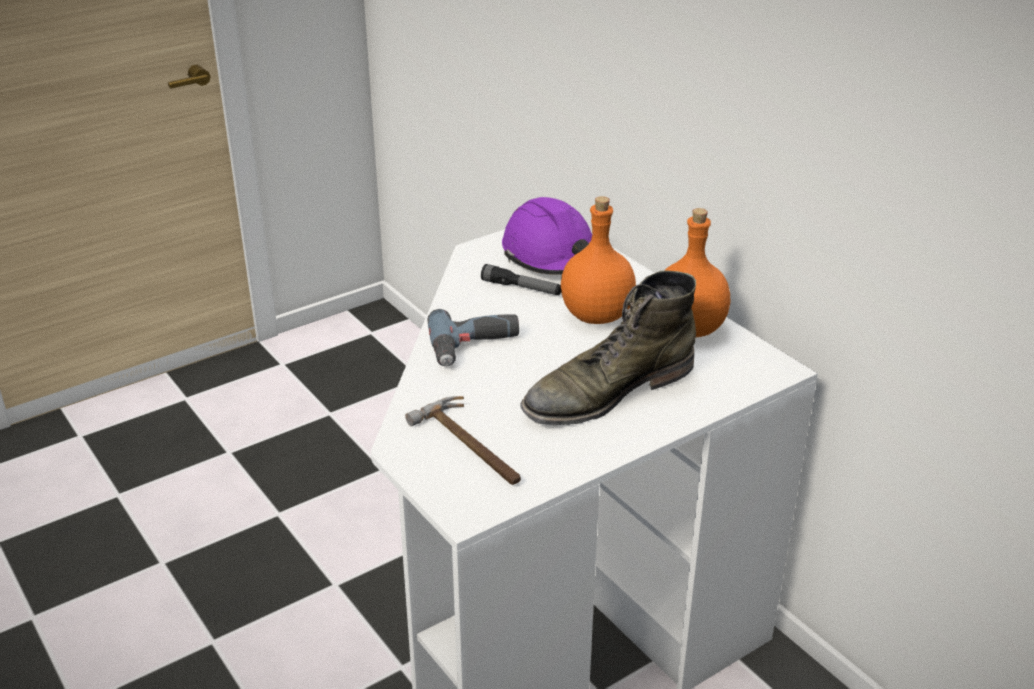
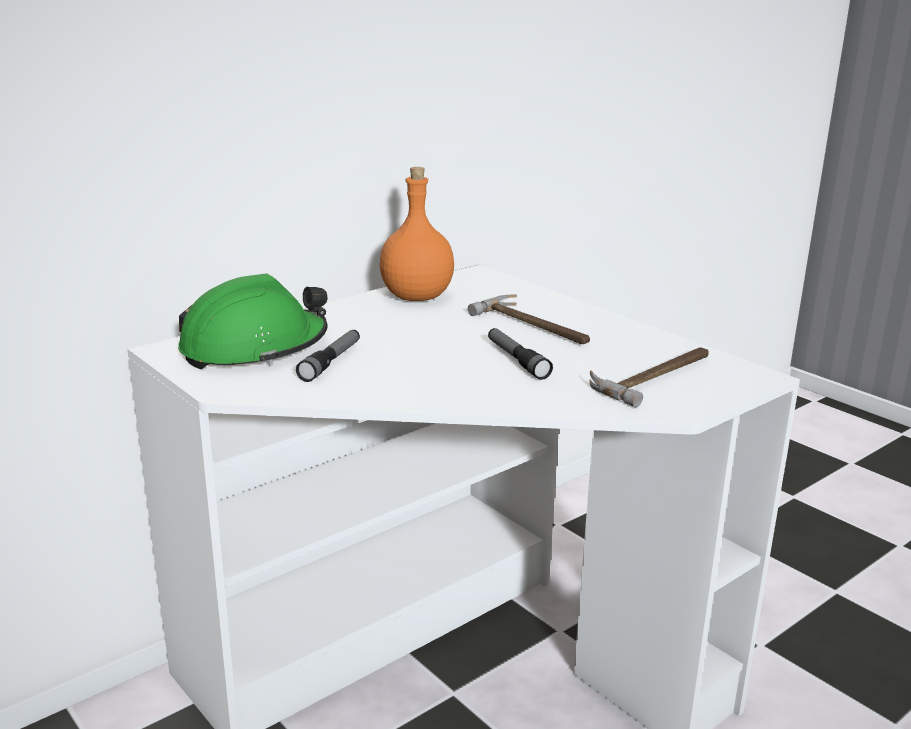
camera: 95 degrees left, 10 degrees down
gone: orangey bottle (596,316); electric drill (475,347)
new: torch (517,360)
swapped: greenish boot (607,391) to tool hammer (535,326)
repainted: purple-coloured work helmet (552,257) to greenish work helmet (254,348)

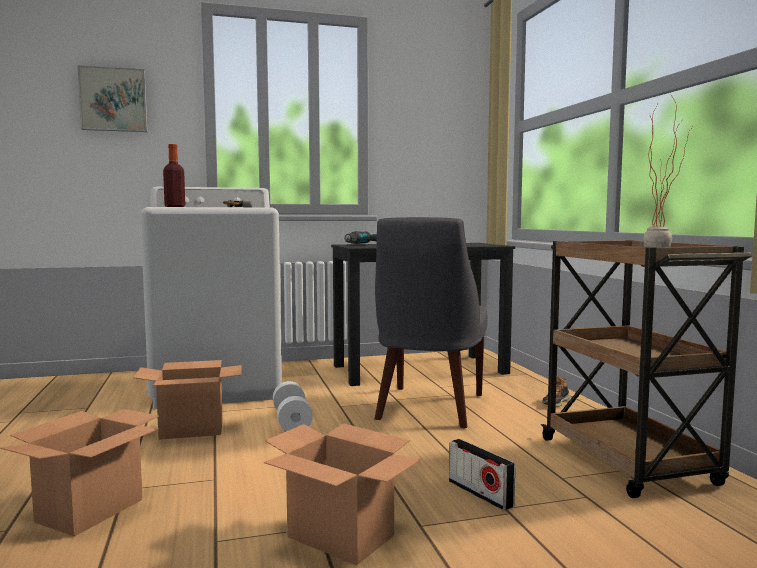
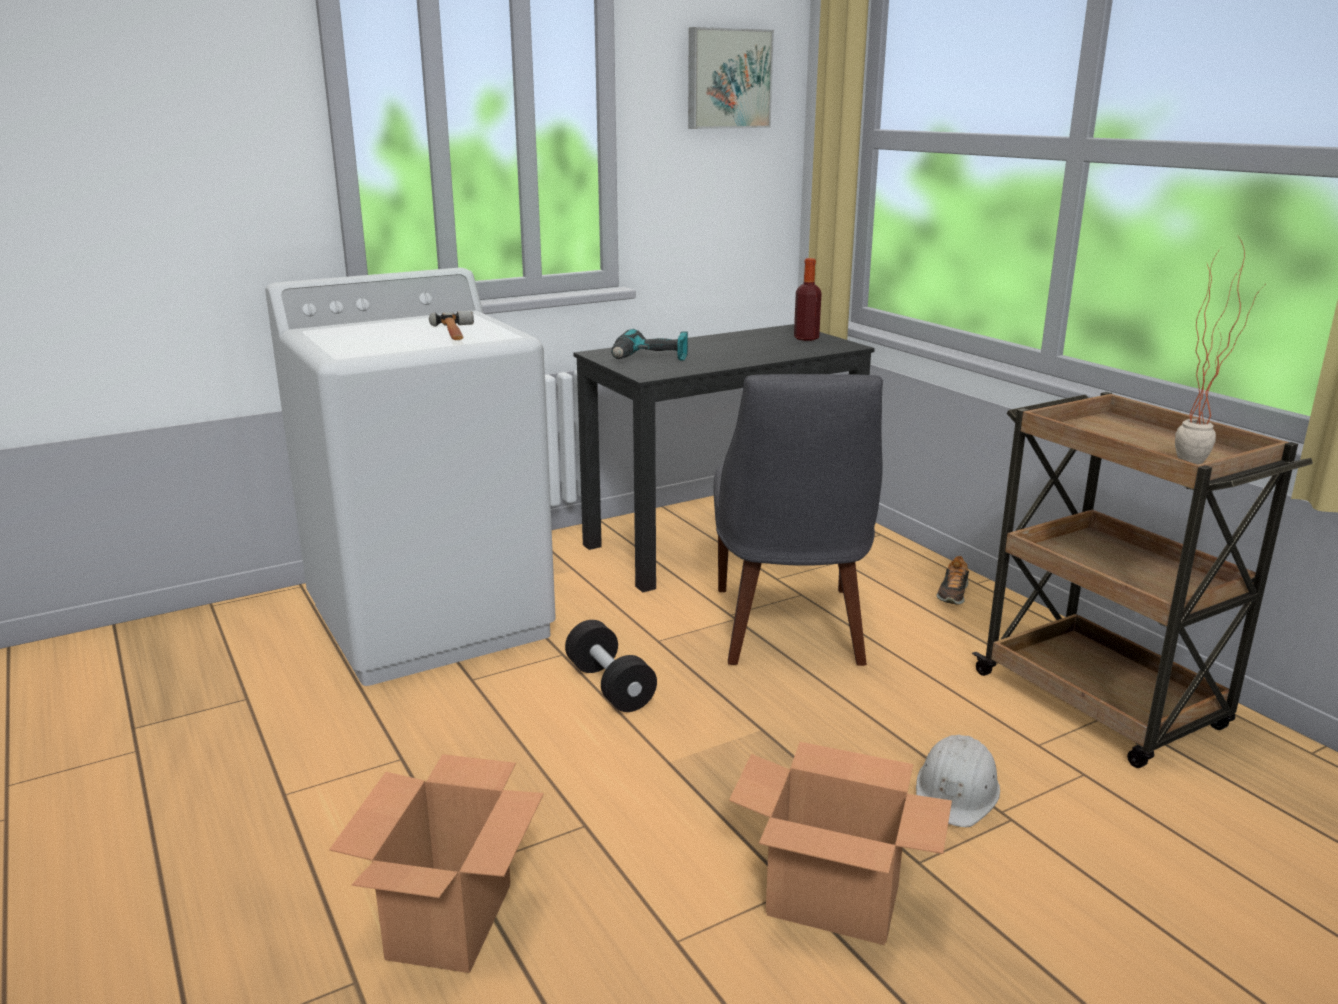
camera: 15 degrees left, 15 degrees up
gone: carton (192,429)
shifted: picture (113,100) to (727,79); bottle (175,206) to (806,338)
swapped: radio receiver (480,493) to white-coloured work helmet (957,791)
repainted: white-coloured dumbbell (292,422) to black dumbbell (610,686)

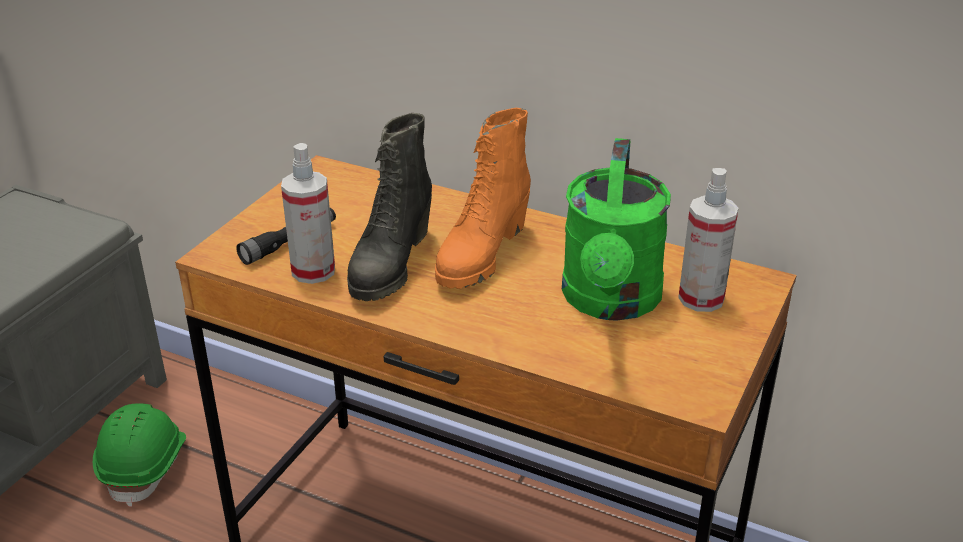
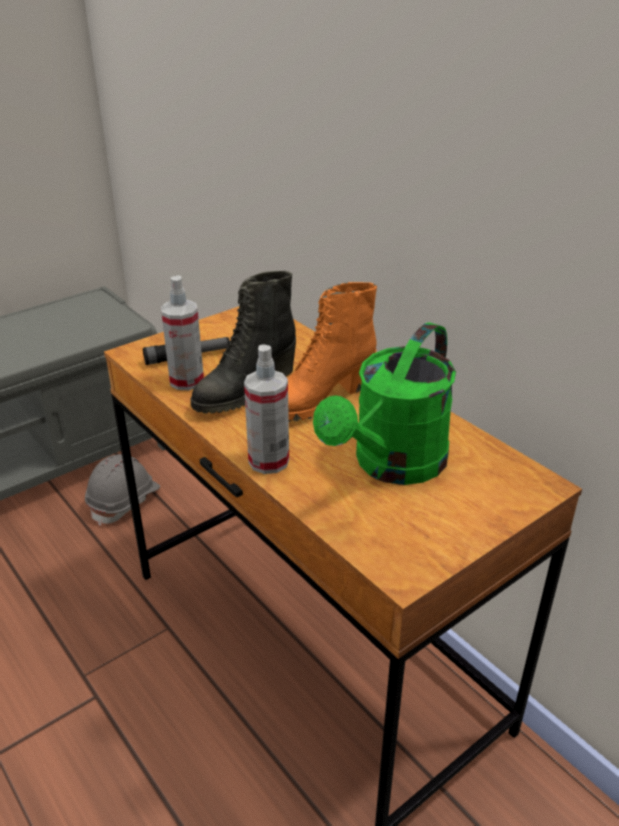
camera: 25 degrees right, 0 degrees up
shifted: sprayer (701,298) to (268,461)
repainted: greenish work helmet (145,466) to grey work helmet (124,501)

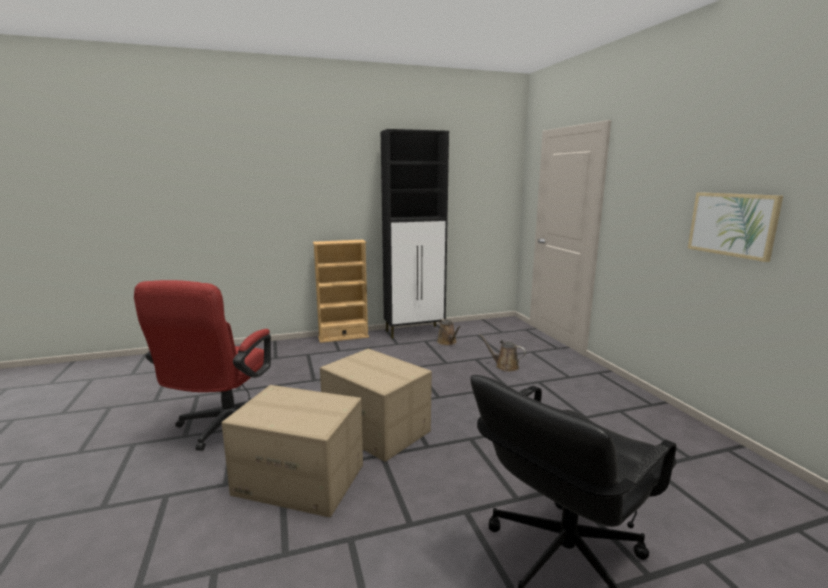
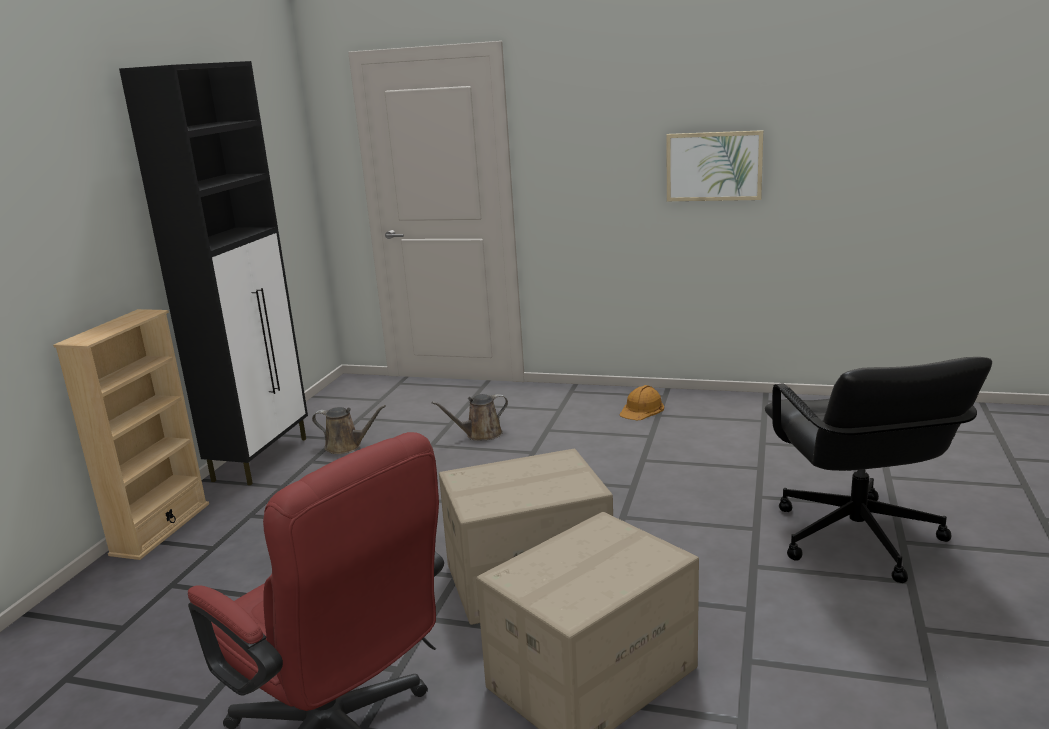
camera: 55 degrees left, 5 degrees up
new: orangey work helmet (642,409)

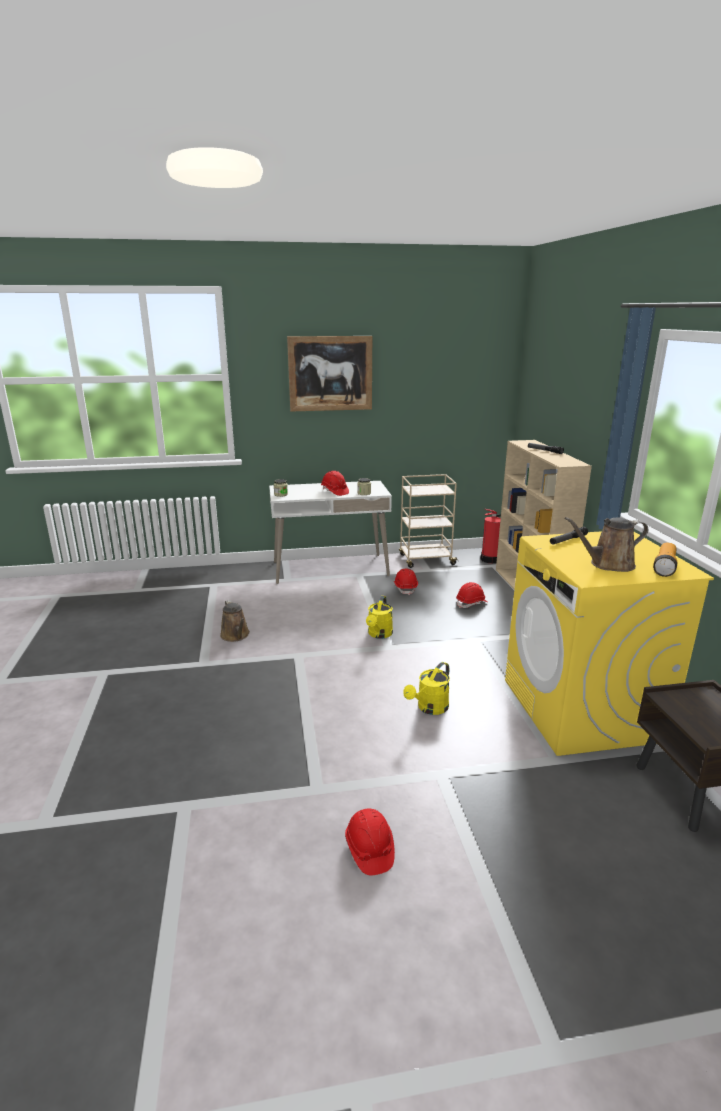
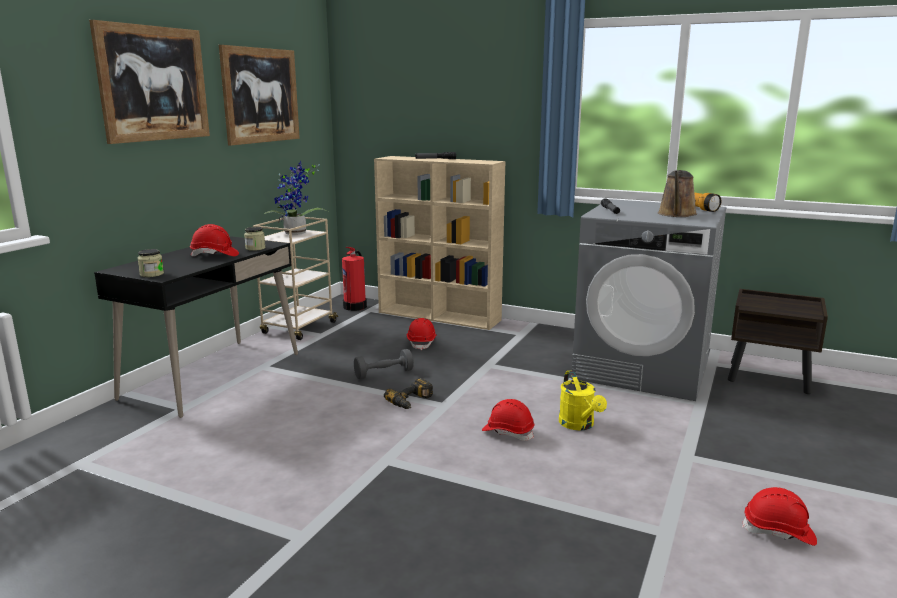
camera: 55 degrees left, 5 degrees down
gone: brown watering pot (236,636)
new: picture (261,95); houseplant (296,234); grey dumbbell (384,374)
shifted: red-coloured work helmet (405,588) to (508,432)
swapped: yellowish watering pot (379,634) to electric drill (412,401)
repainted: white-coloured desk unit (330,568) to black desk unit (213,375); yellowish laundry machine (582,710) to grey laundry machine (643,369)

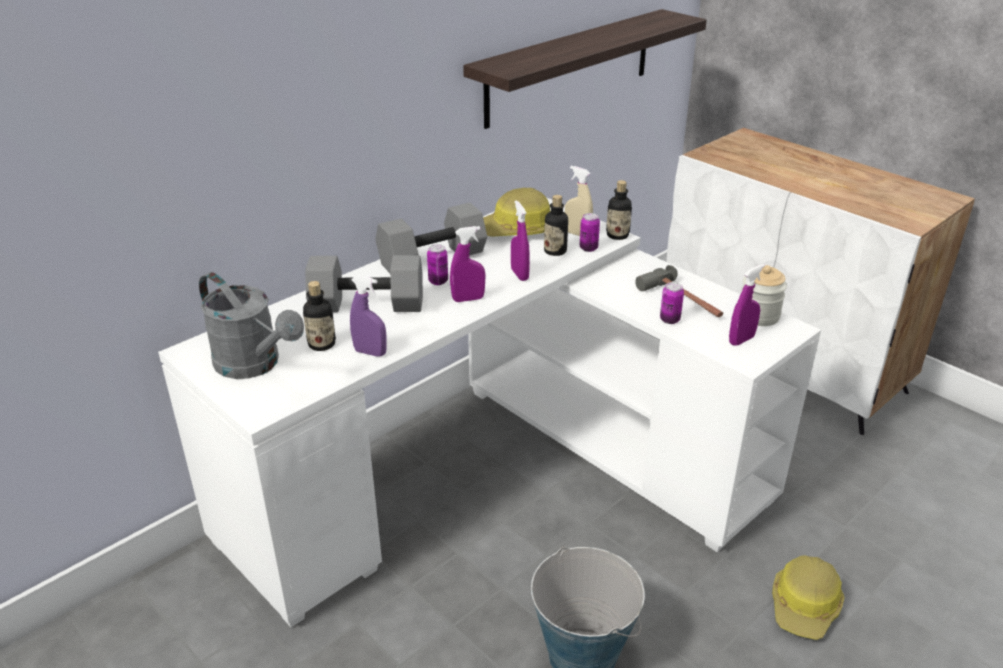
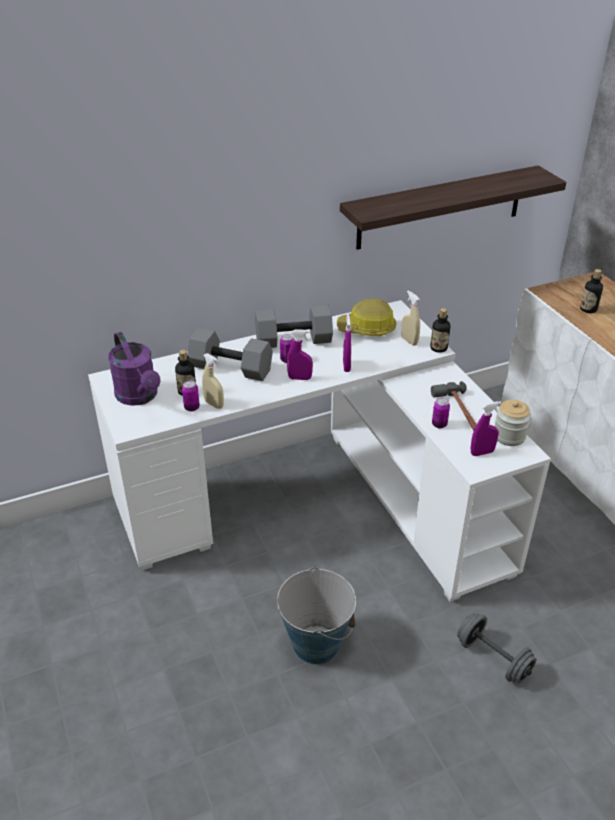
camera: 20 degrees right, 5 degrees up
shifted: bottle (555,251) to (588,309); metal can (588,248) to (192,407)
swapped: work helmet (805,606) to grey dumbbell (493,658)
repainted: grey watering pot (255,365) to purple-coloured watering pot (140,397); purple-coloured sprayer (370,352) to beige sprayer (214,404)

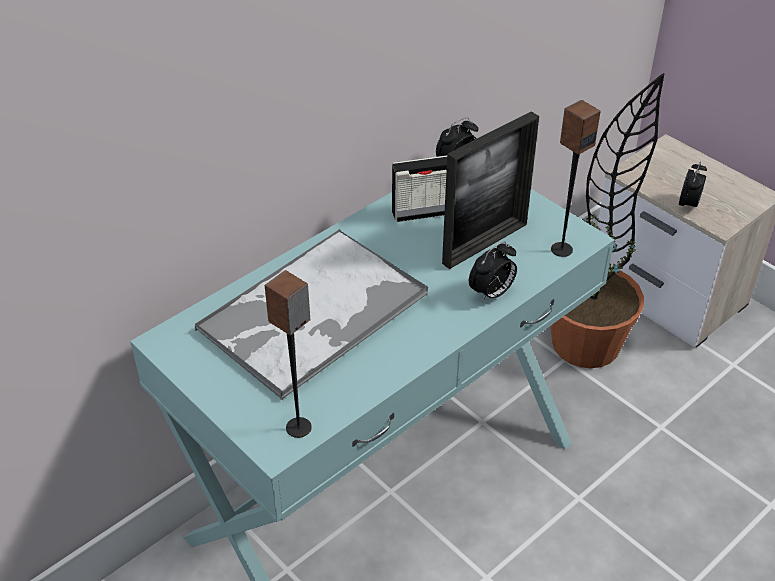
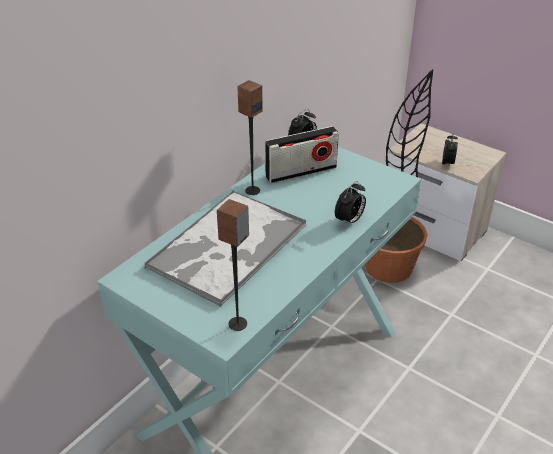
camera: 10 degrees left, 5 degrees down
gone: photo frame (485,243)
shifted: speaker (561,249) to (252,190)

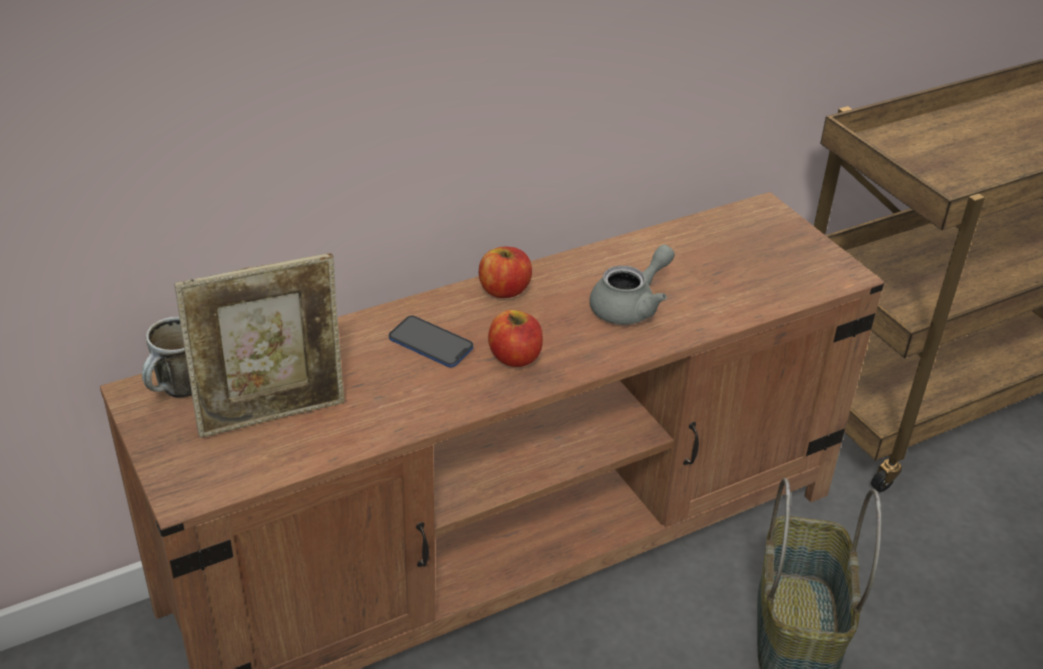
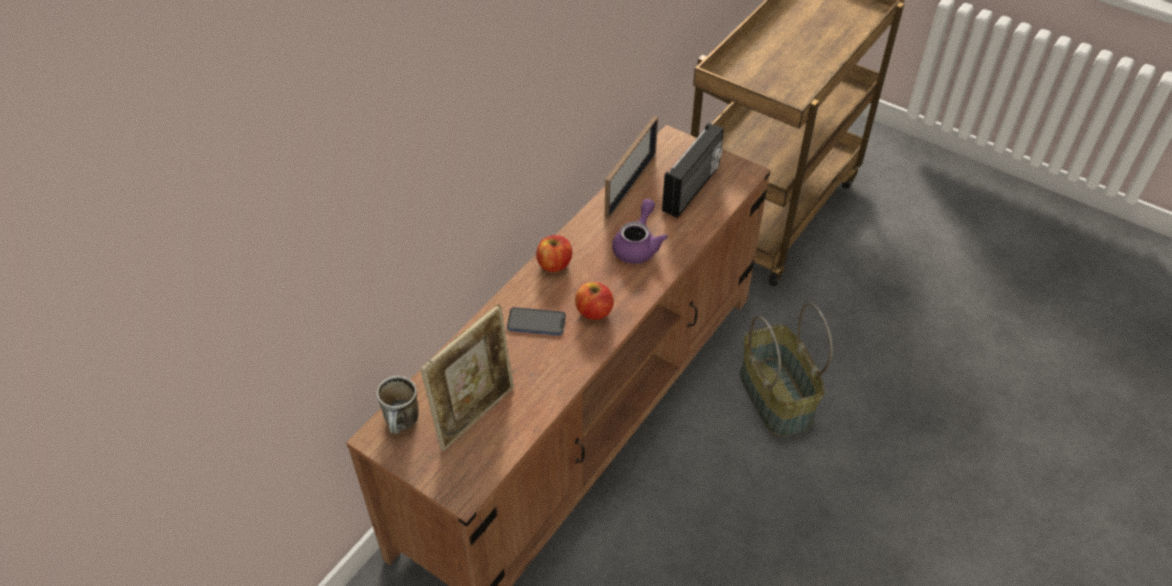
camera: 25 degrees left, 10 degrees up
new: photo frame (630,185); radio receiver (692,189)
repainted: grey pot for tea (631,306) to purple-coloured pot for tea (638,245)

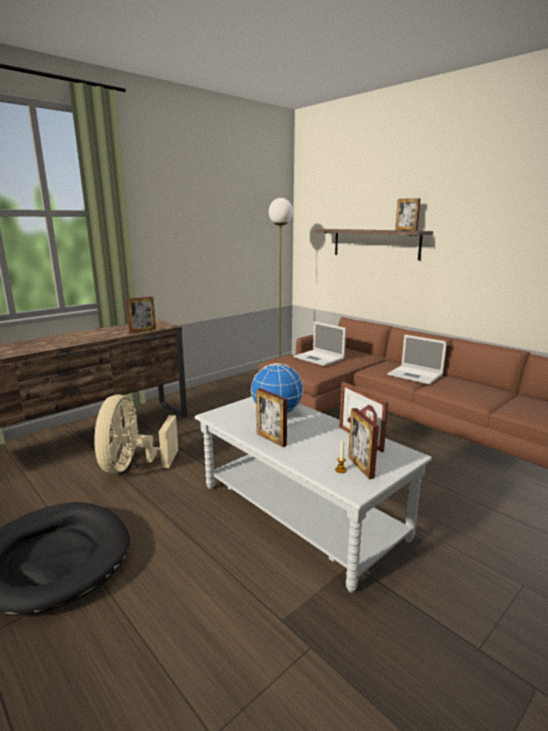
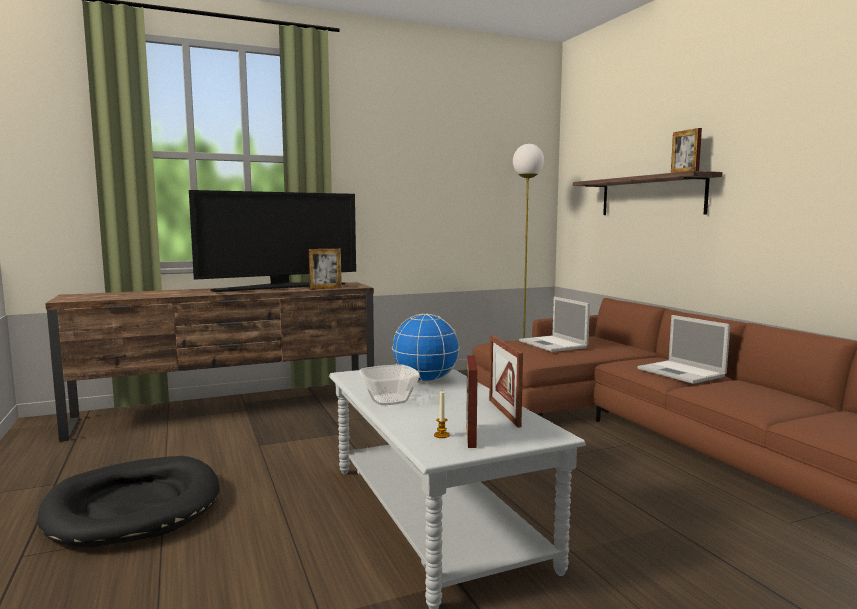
camera: 20 degrees right, 10 degrees down
gone: beige fan (132,466)
new: TV set (280,288)
swapped: photo frame (271,439) to serving bowl (390,400)

